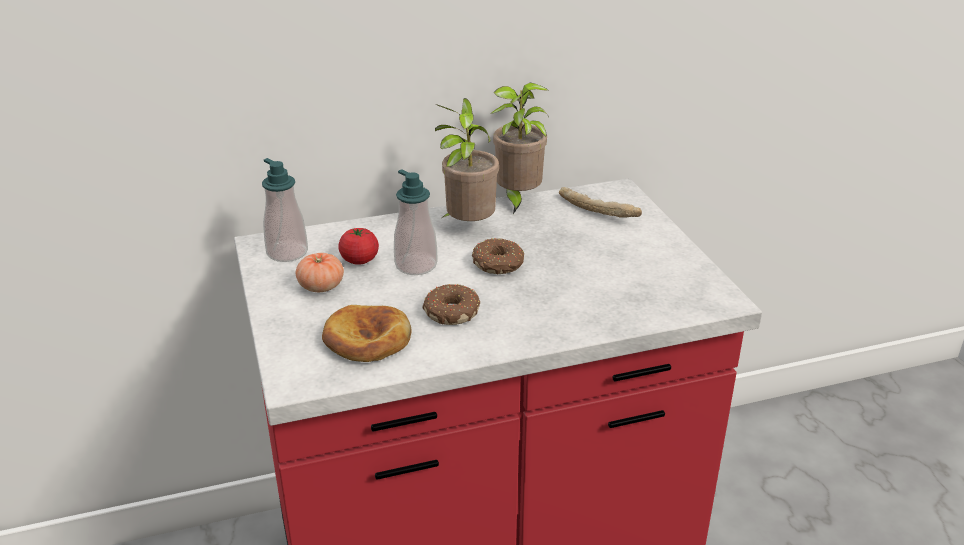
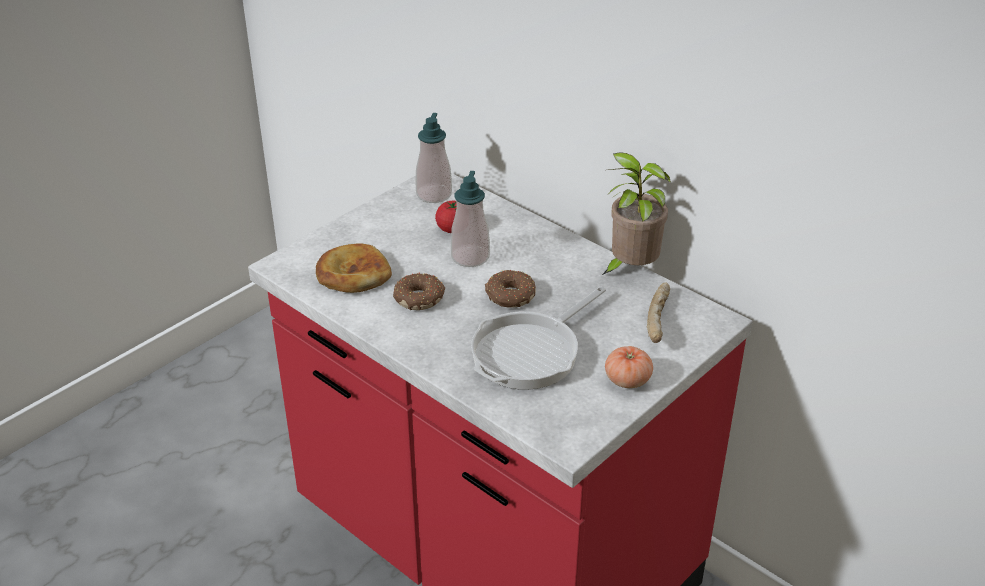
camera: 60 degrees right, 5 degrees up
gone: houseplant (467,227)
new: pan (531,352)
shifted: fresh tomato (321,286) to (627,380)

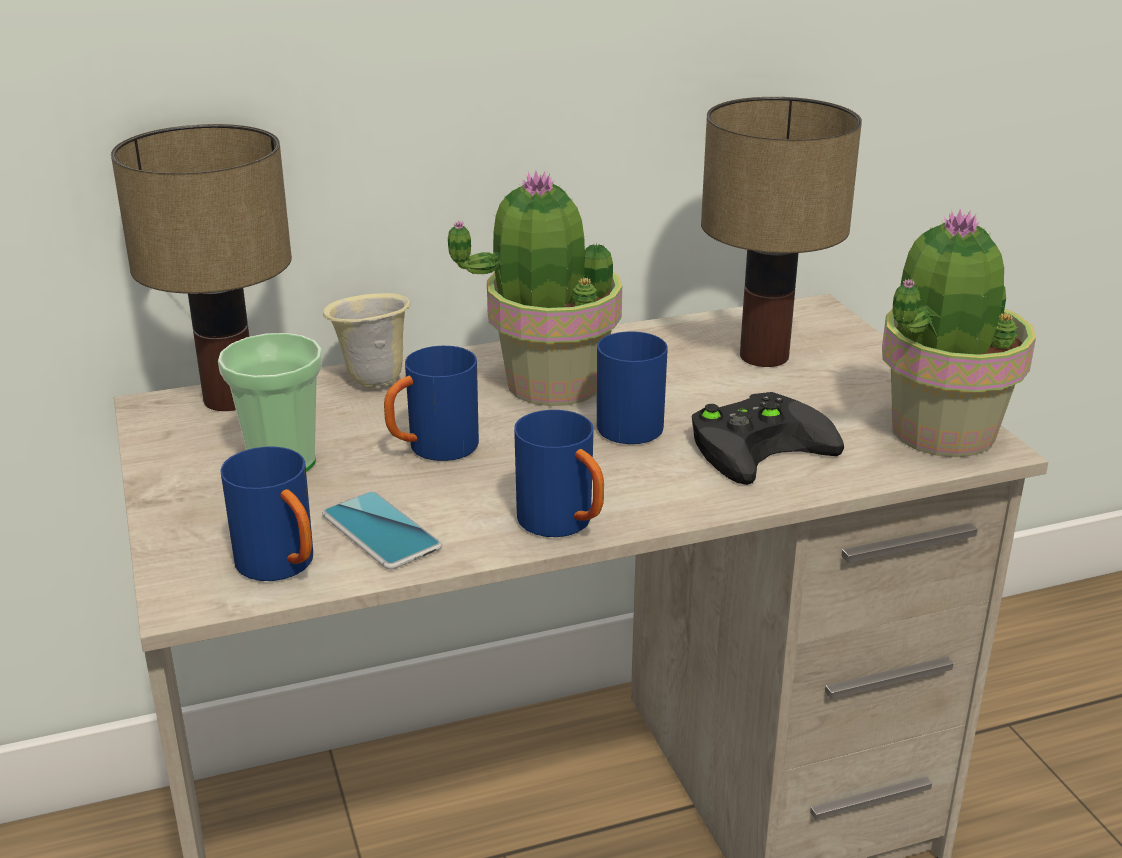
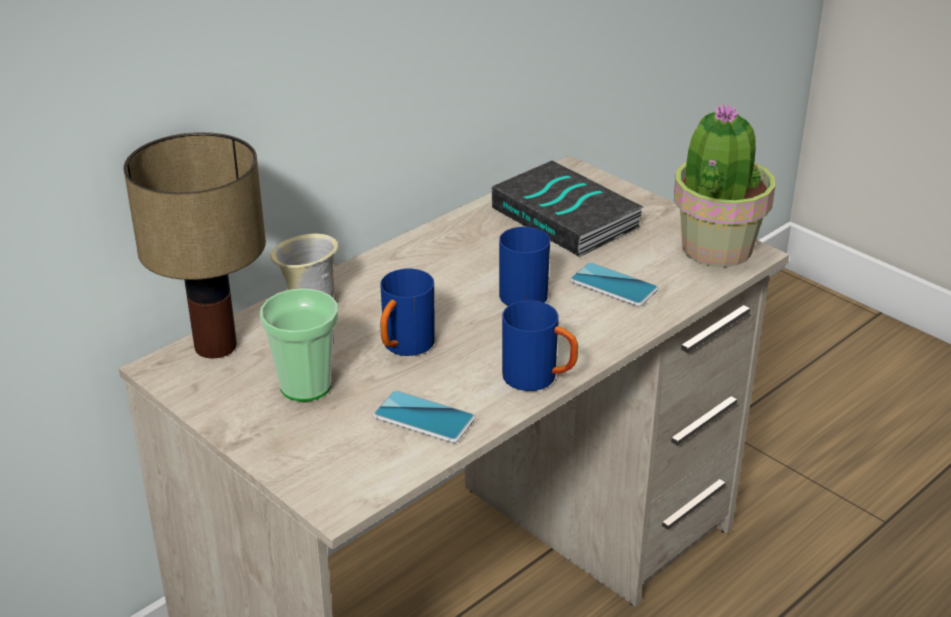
camera: 25 degrees left, 5 degrees up
gone: houseplant (551,383); blue tea mug (283,567)
swapped: lamp for a table (767,357) to volume (568,217); black game controller (760,443) to telephone (613,285)

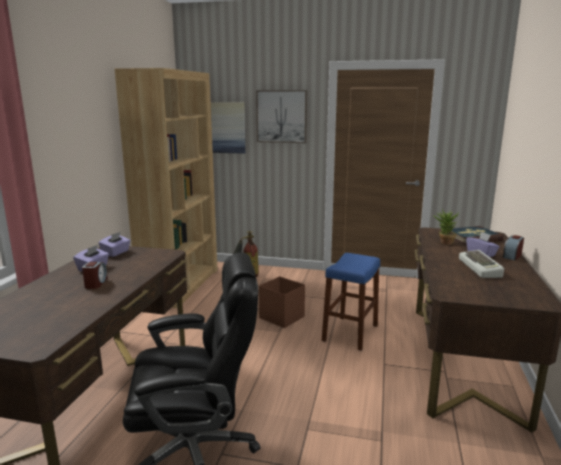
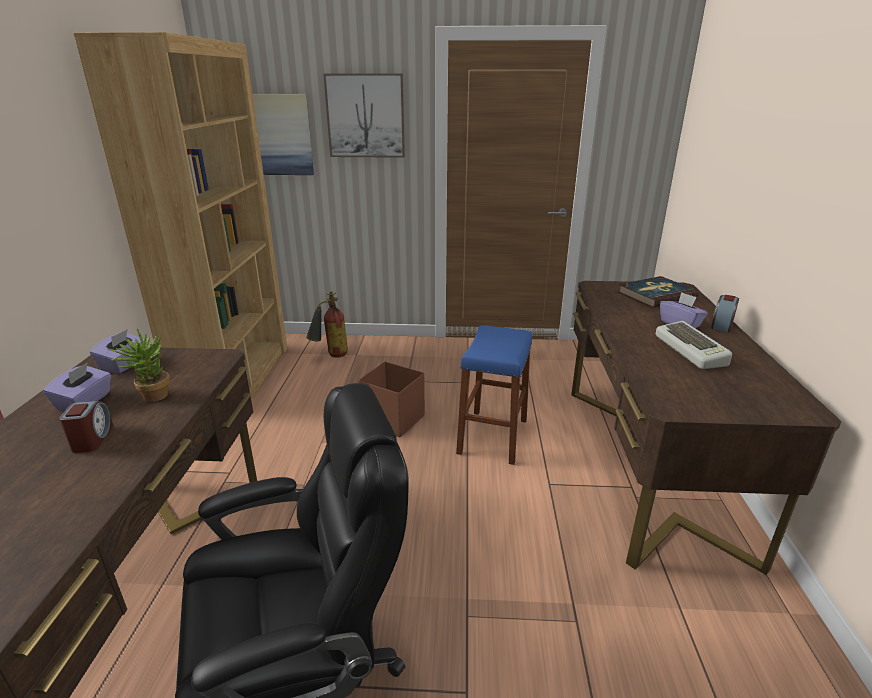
camera: 10 degrees left, 10 degrees up
shifted: houseplant (444,243) to (150,396)

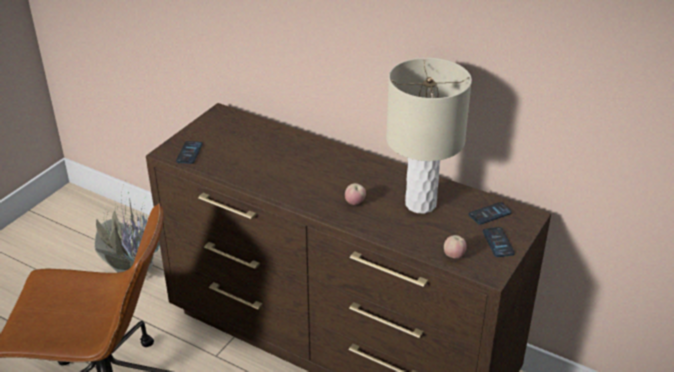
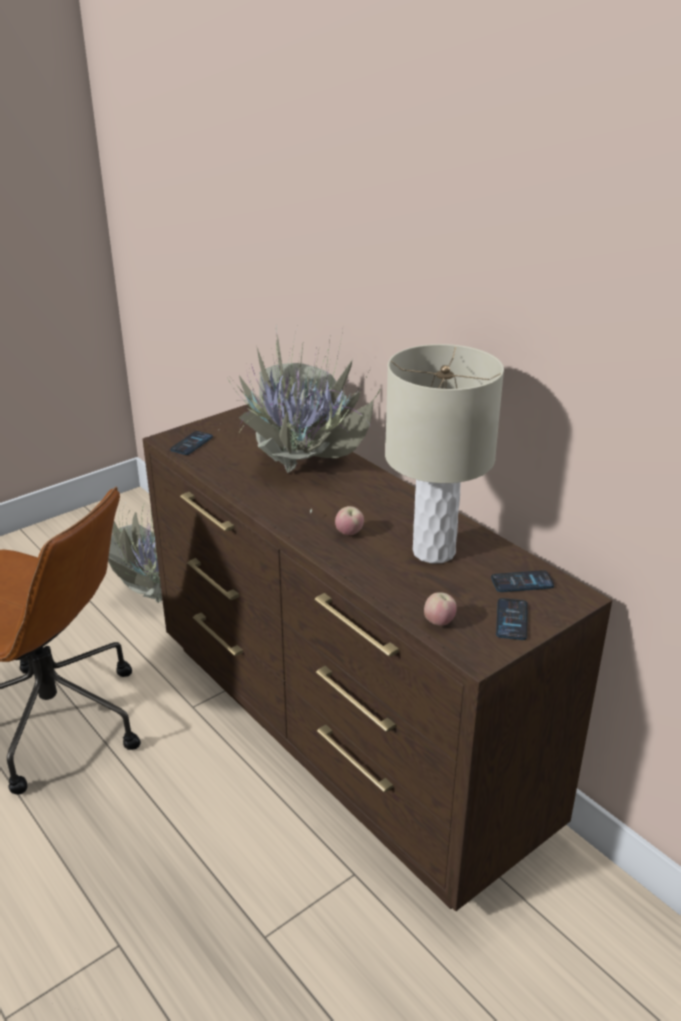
camera: 20 degrees right, 5 degrees down
new: houseplant (303,469)

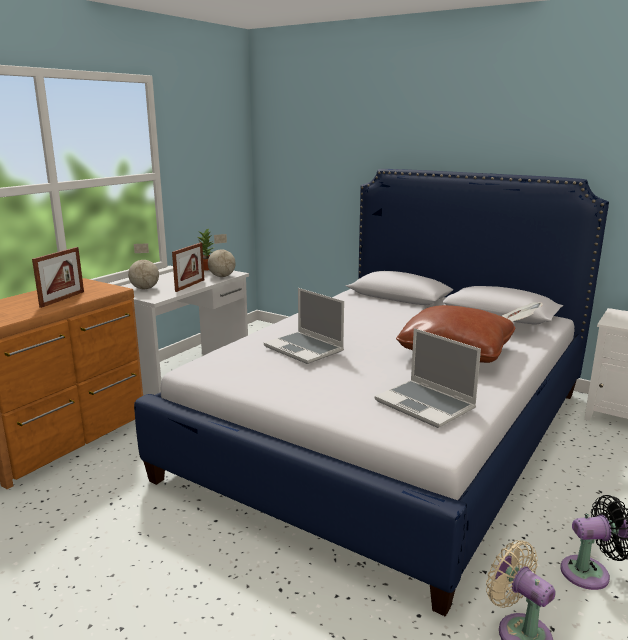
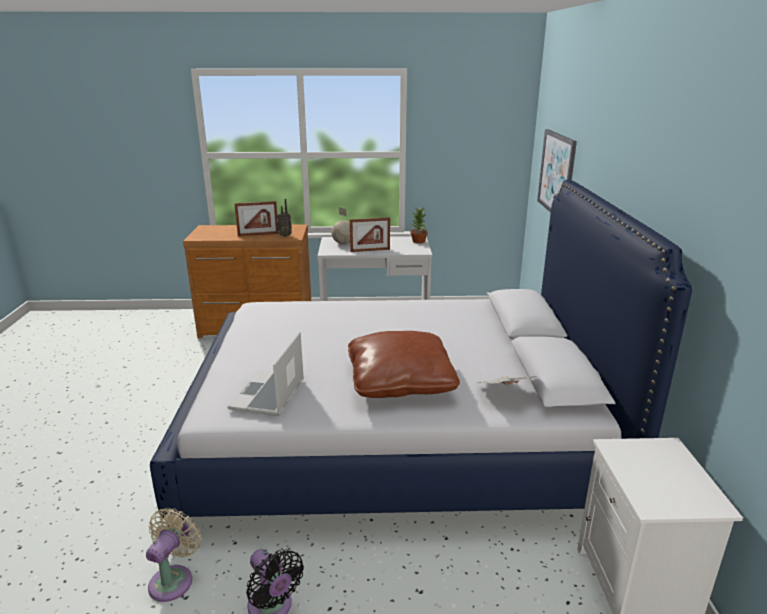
camera: 55 degrees right, 5 degrees up
gone: desk globe (221,276); notebook computer (305,349)
new: picture (556,174); radio receiver (284,236)

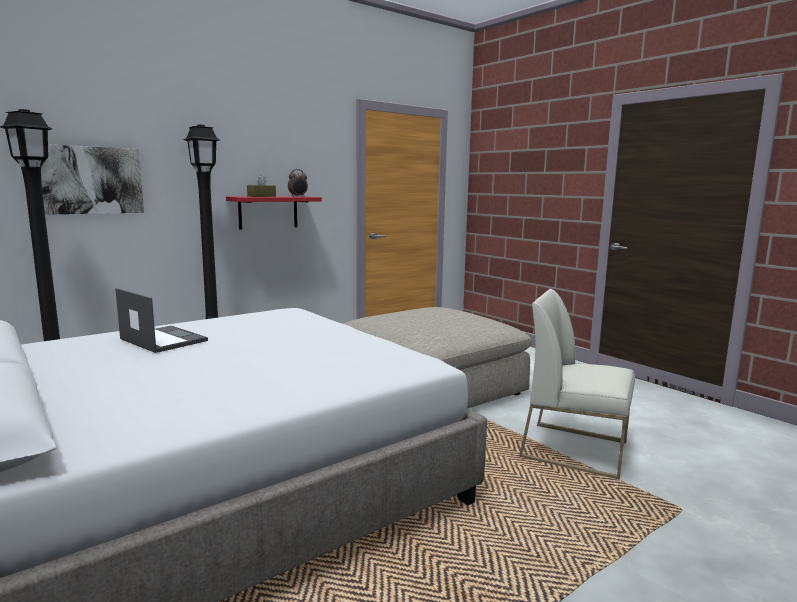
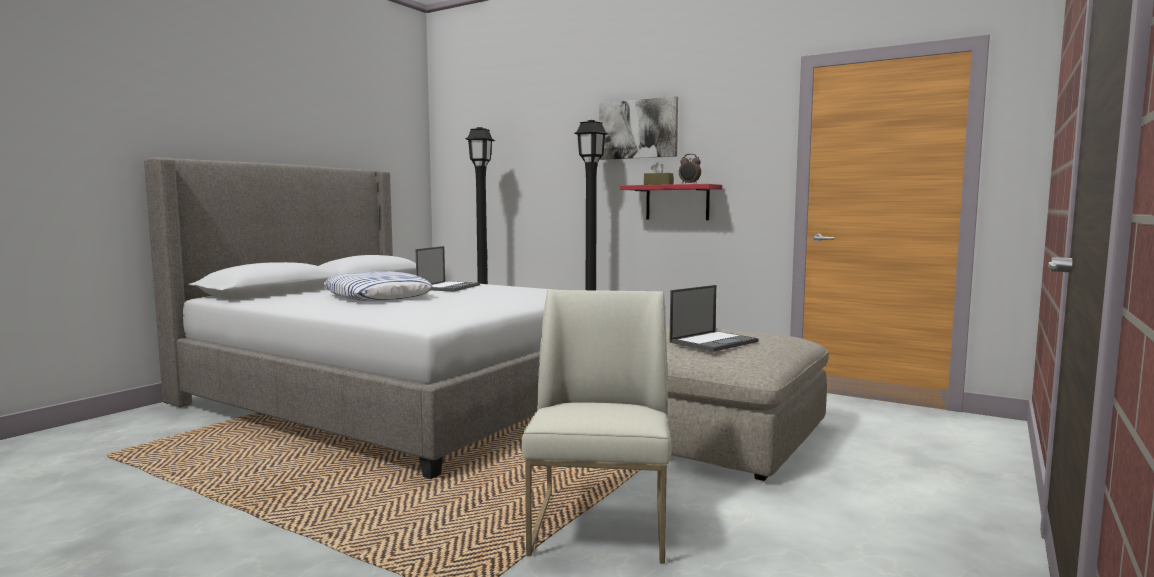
camera: 70 degrees right, 5 degrees down
new: throw pillow (377,296); notebook computer (714,342)
shifted: picture (87,180) to (638,129)

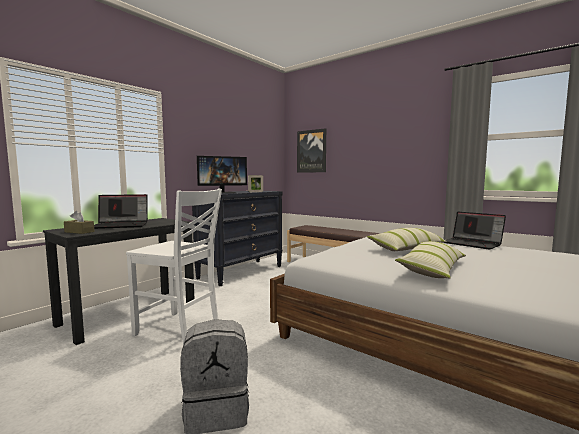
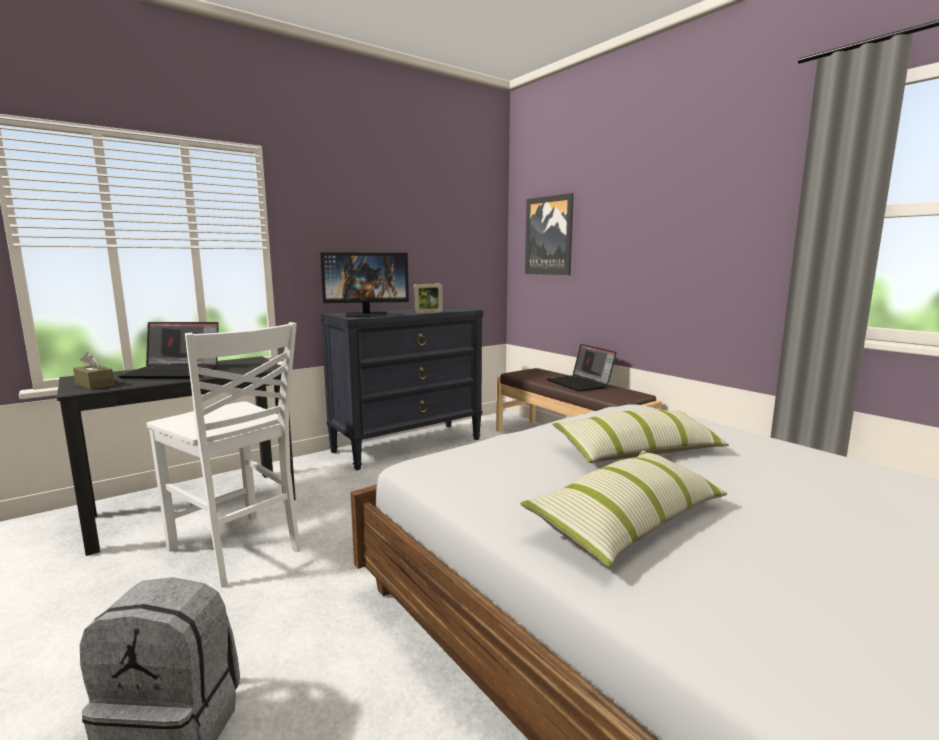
camera: 15 degrees right, 5 degrees up
shifted: notebook computer (472,243) to (580,384)

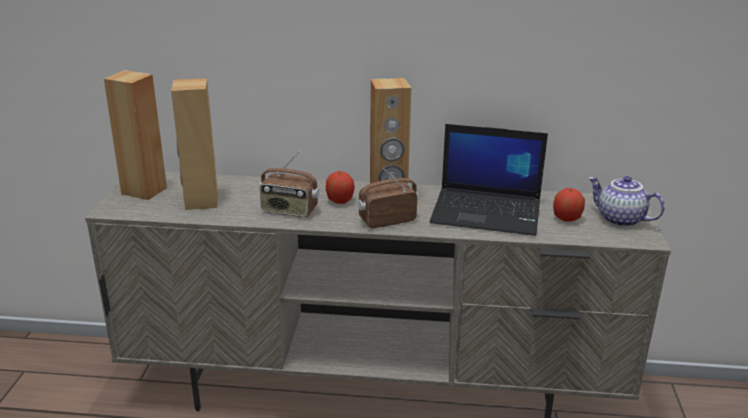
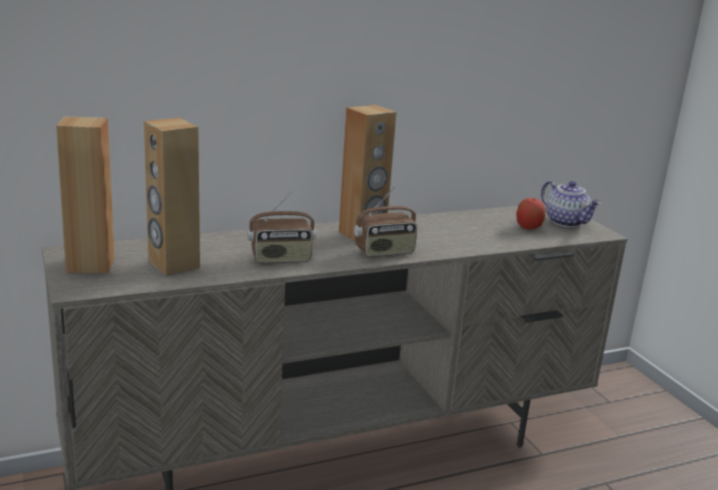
camera: 30 degrees left, 5 degrees down
gone: notebook computer (488,212); apple fruit (340,201)
rotated: radio receiver (387,220) = (384,252) 150 degrees counterclockwise; pot for tea (619,220) = (567,222) 135 degrees counterclockwise

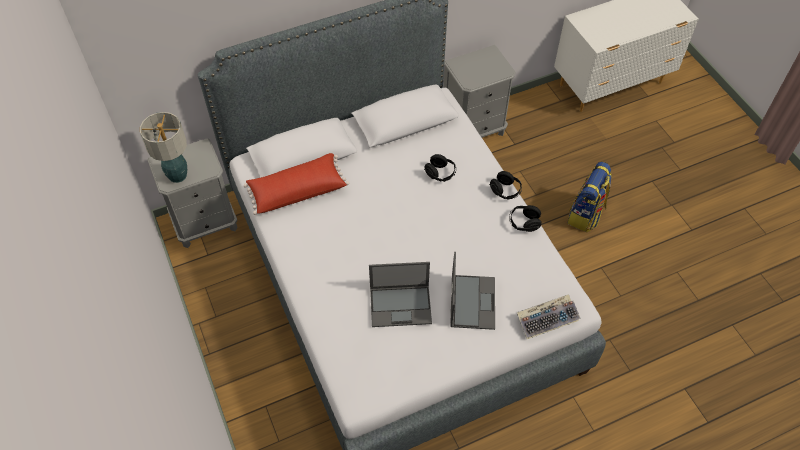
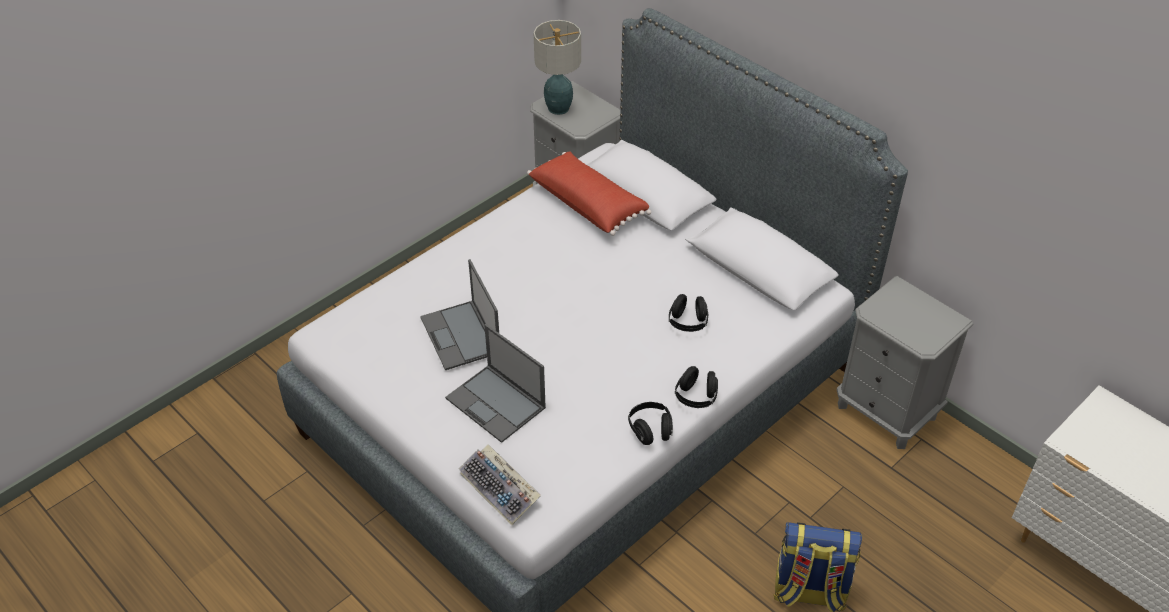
camera: 70 degrees right, 10 degrees down
rotated: notebook computer (472,301) = (496,403) 60 degrees clockwise

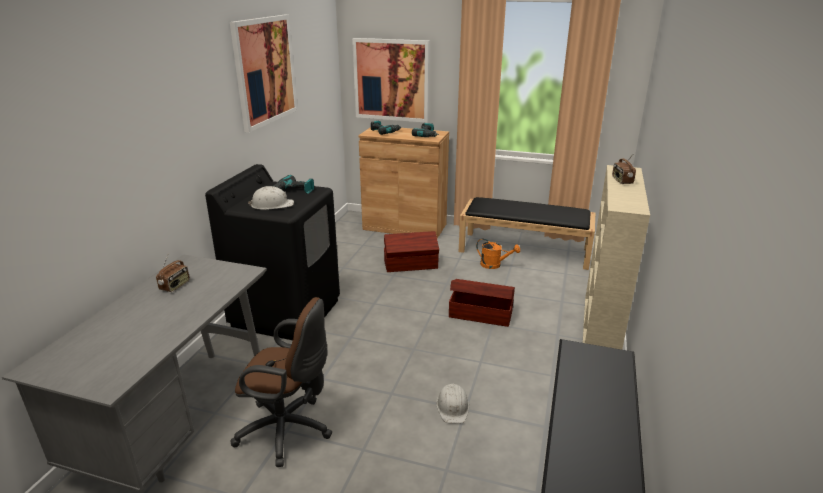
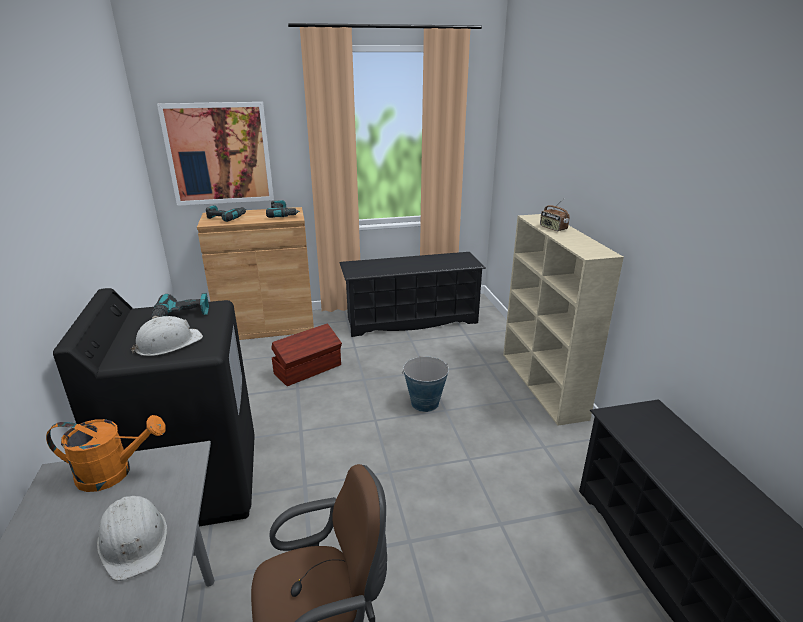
camera: 30 degrees left, 0 degrees up
gone: picture (265,71); radio receiver (175,286)
shifted: orangey watering pot (494,265) to (114,473); white-coloured work helmet (453,407) to (134,540)
swapped: black long seat (525,250) to black shoe shelf (411,320); brown storage box (480,314) to bucket (424,403)

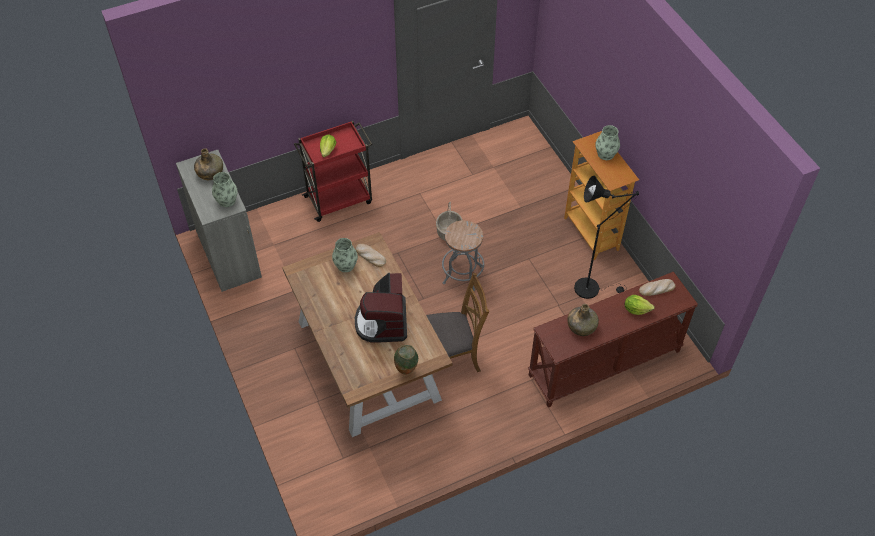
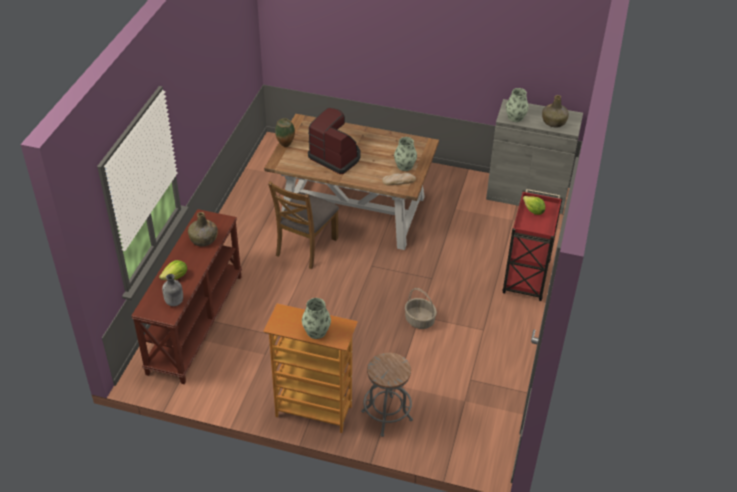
camera: 130 degrees right, 10 degrees down
gone: black standard lamp (591,287)
shifted: grey sitting stool (462,274) to (387,415)
swapped: bread (656,289) to grey bottle (174,302)

